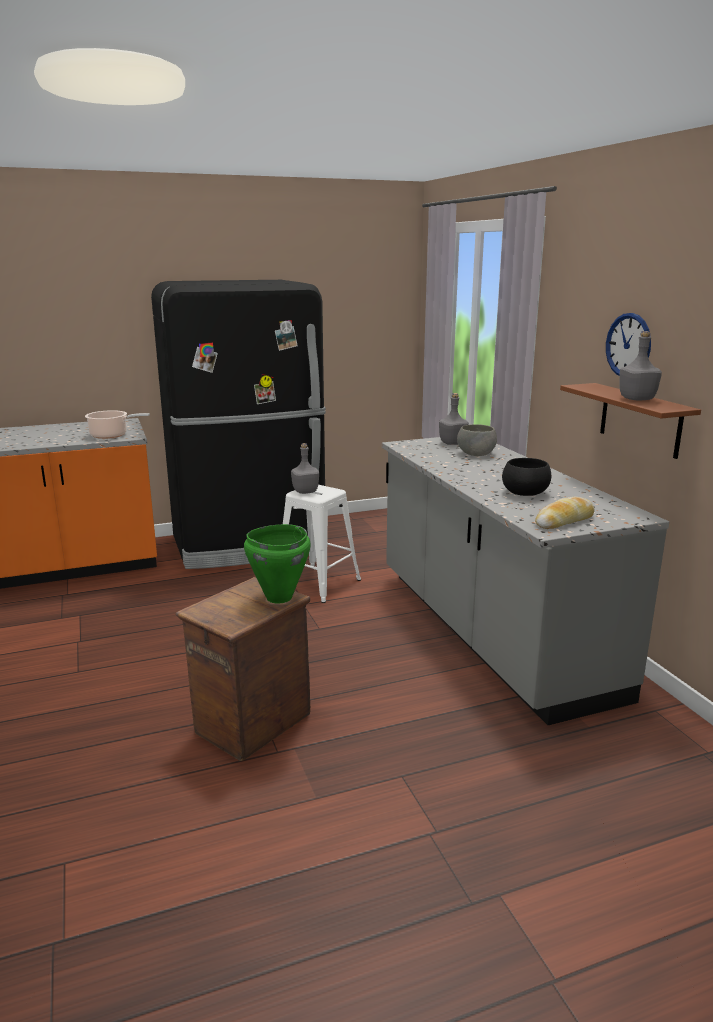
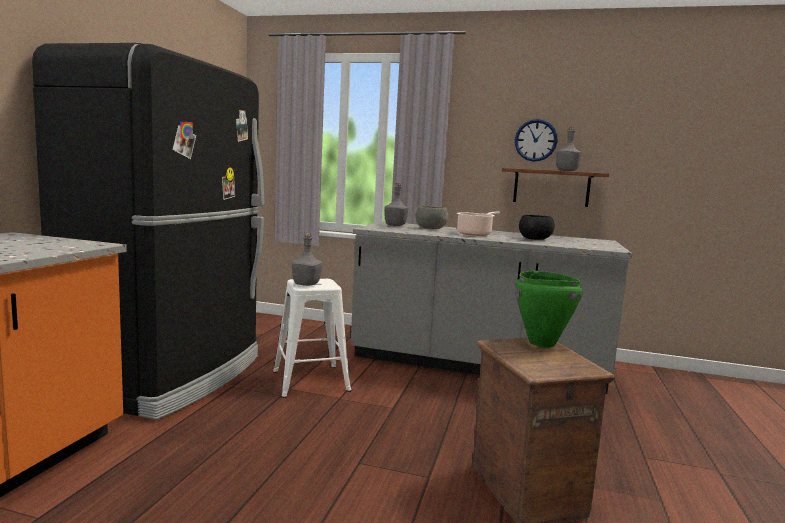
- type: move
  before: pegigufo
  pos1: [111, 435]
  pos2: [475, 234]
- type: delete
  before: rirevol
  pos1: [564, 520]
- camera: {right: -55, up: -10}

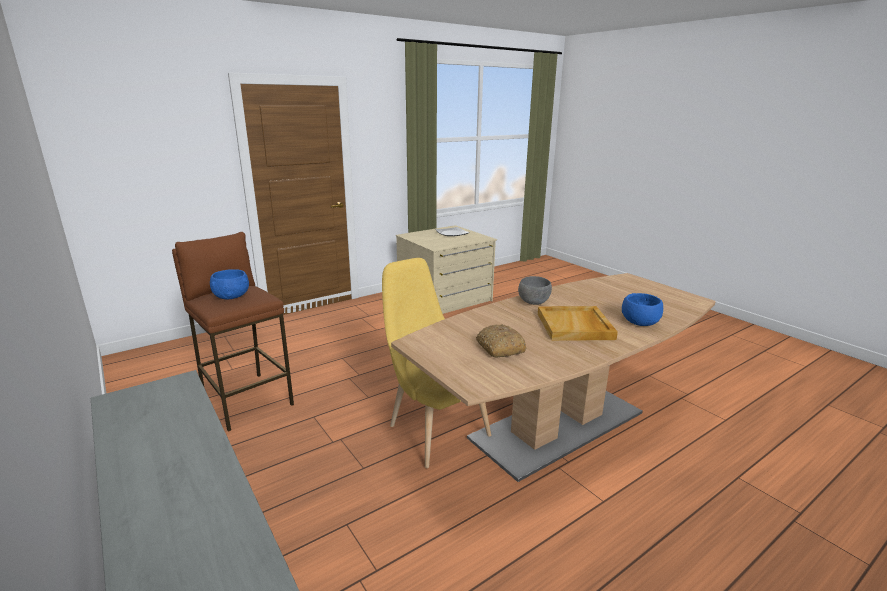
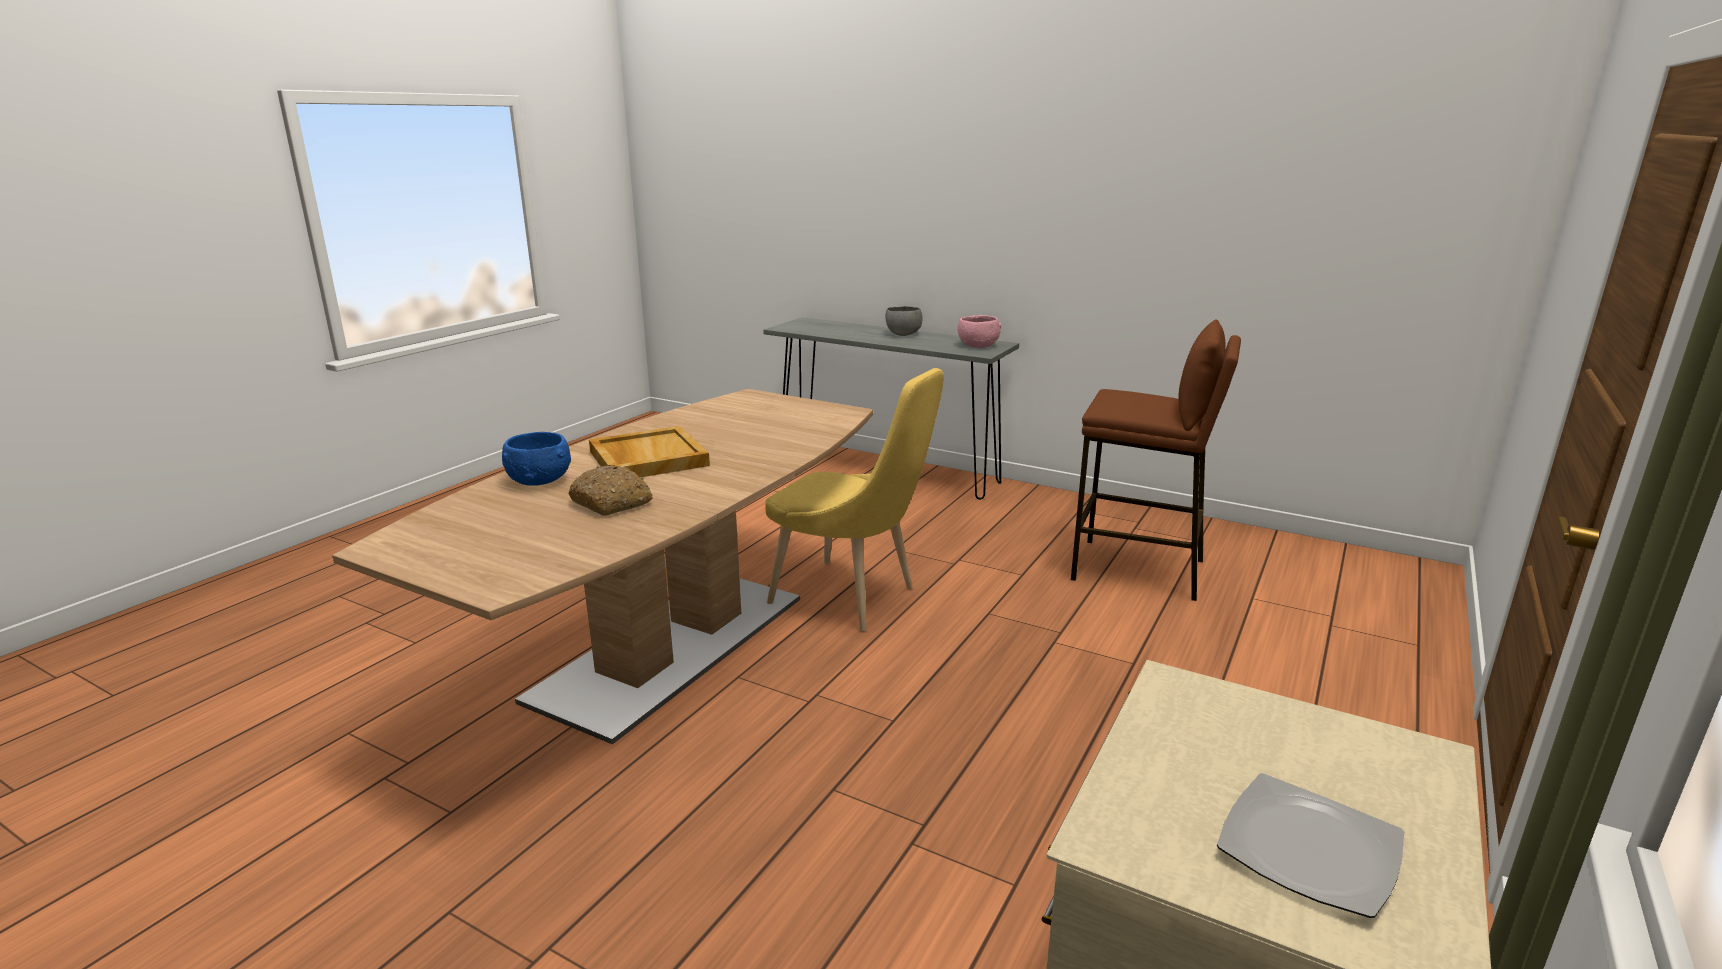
- type: delete
  before: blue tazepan
  pos1: [232, 296]
- type: move
  before: grey tazepan
  pos1: [534, 302]
  pos2: [902, 334]
- type: move
  before: rirevol
  pos1: [499, 348]
  pos2: [612, 502]
- type: insert
  after: pink tazepan
  pos2: [977, 346]
- camera: {right: 155, up: 0}

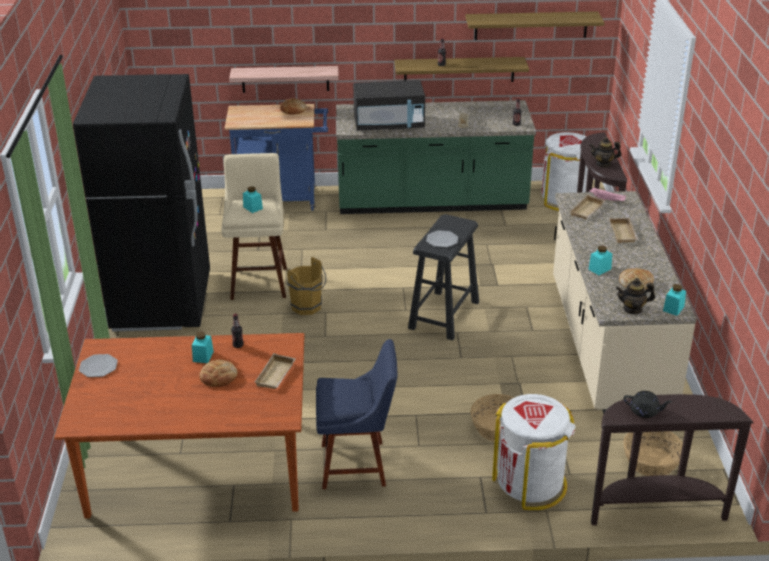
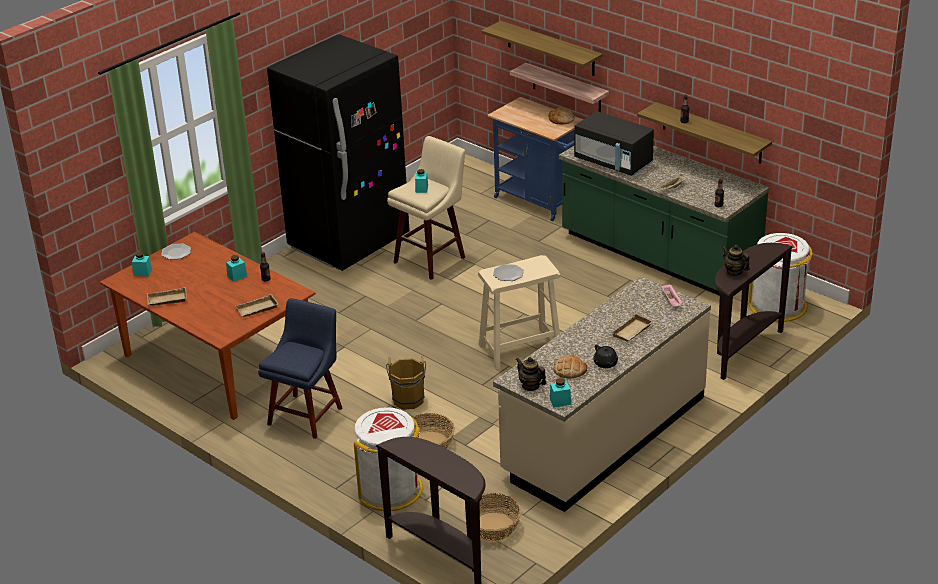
- type: move
  before: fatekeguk
  pos1: [531, 25]
  pos2: [550, 48]
- type: move
  before: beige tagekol
  pos1: [587, 211]
  pos2: [167, 300]
- type: recolor
  before: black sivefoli
  after: beige sivefoli
  pos1: [443, 315]
  pos2: [519, 349]
- type: move
  before: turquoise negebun
  pos1: [599, 269]
  pos2: [142, 272]
- type: move
  before: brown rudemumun
  pos1: [308, 307]
  pos2: [408, 402]
- type: rotate
  before: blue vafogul
  pos1: [357, 464]
  pos2: [307, 414]
  turn: -105
- type: delete
  before: rirevol
  pos1: [218, 376]
- type: move
  before: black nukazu
  pos1: [645, 411]
  pos2: [606, 364]
- camera: {right: 45, up: 0}

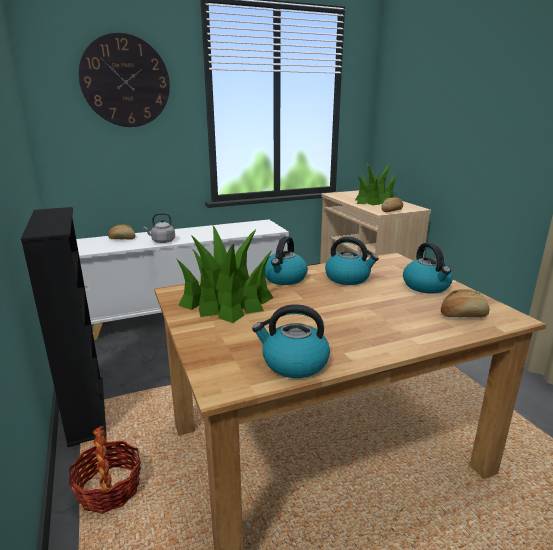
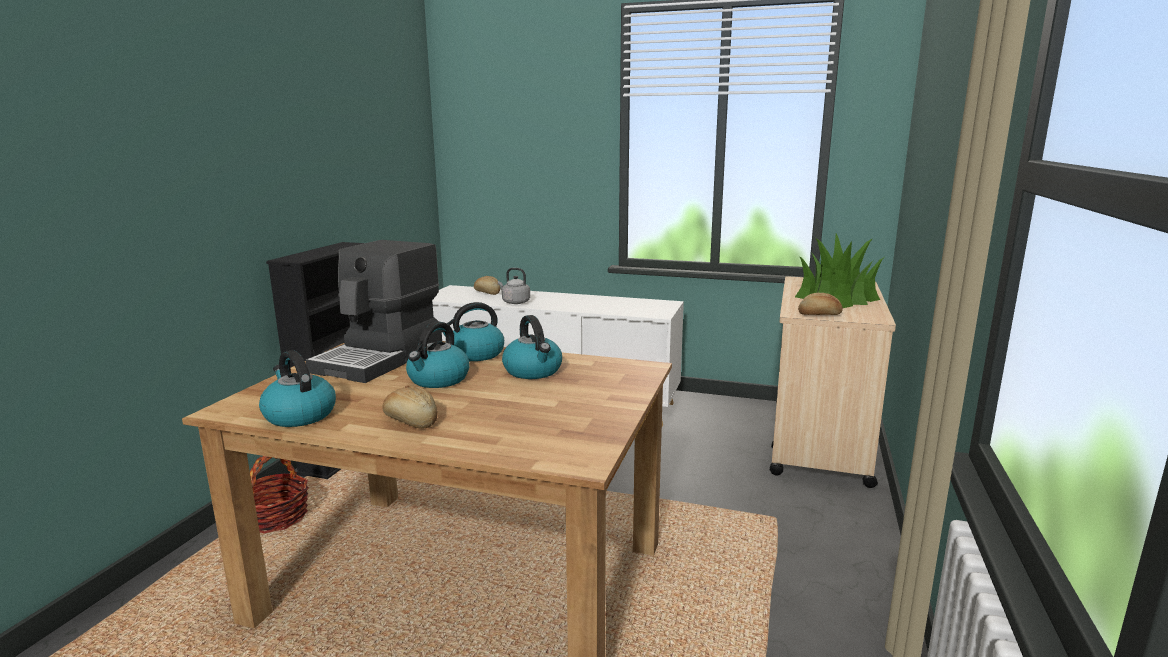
- type: delete
  before: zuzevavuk
  pos1: [125, 81]
- type: replace
  before: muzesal
  after: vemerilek
  pos1: [227, 301]
  pos2: [381, 358]
- type: move
  before: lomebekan
  pos1: [427, 286]
  pos2: [438, 380]
- type: move
  before: rirevol
  pos1: [462, 315]
  pos2: [411, 421]
- camera: {right: 40, up: -5}

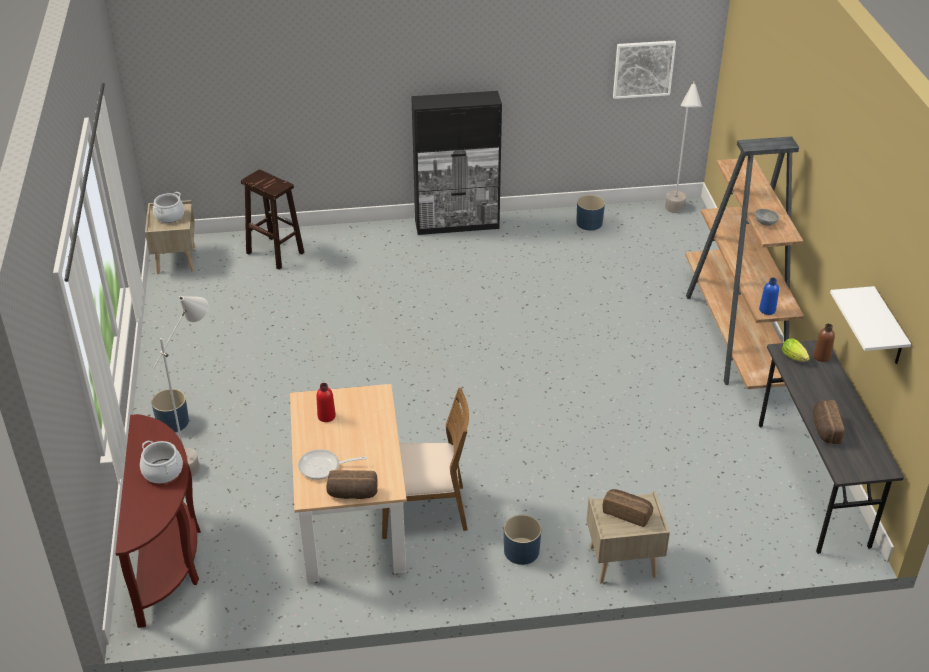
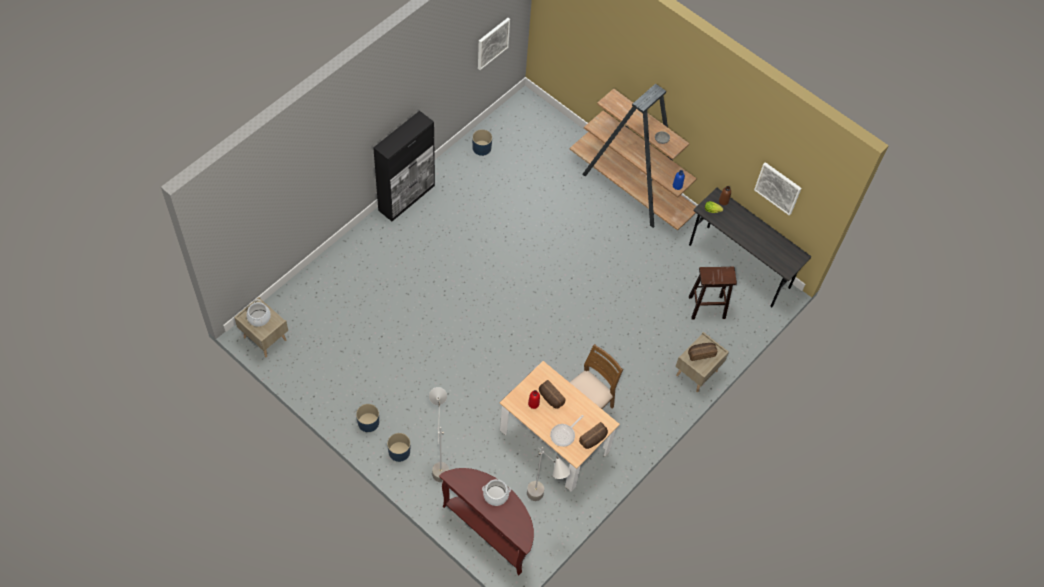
- type: move
  before: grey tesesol
  pos1: [675, 216]
  pos2: [543, 504]
- type: move
  before: brown sivefoli
  pos1: [274, 253]
  pos2: [706, 307]
- type: replace
  before: white fatekeguk
  after: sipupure
  pos1: [888, 328]
  pos2: [778, 188]
- type: move
  before: rirevol
  pos1: [824, 429]
  pos2: [550, 398]
- type: move
  before: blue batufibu
  pos1: [522, 551]
  pos2: [368, 422]
- camera: {right: -45, up: 20}

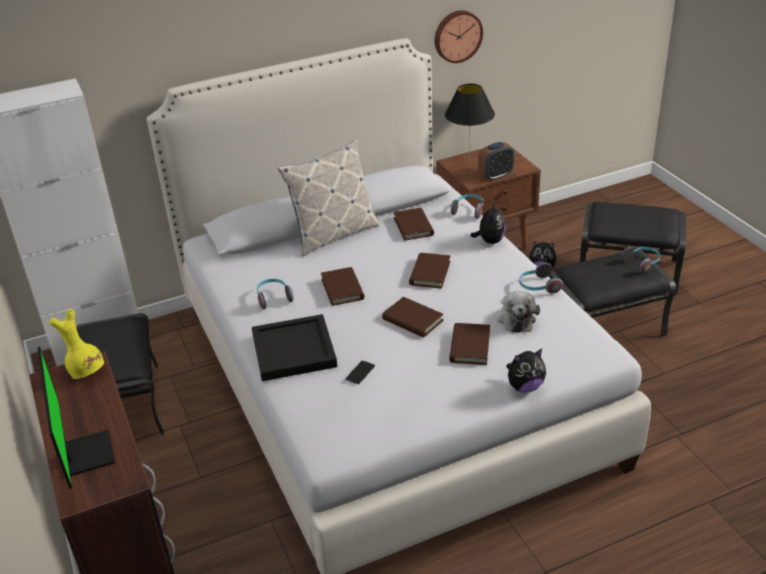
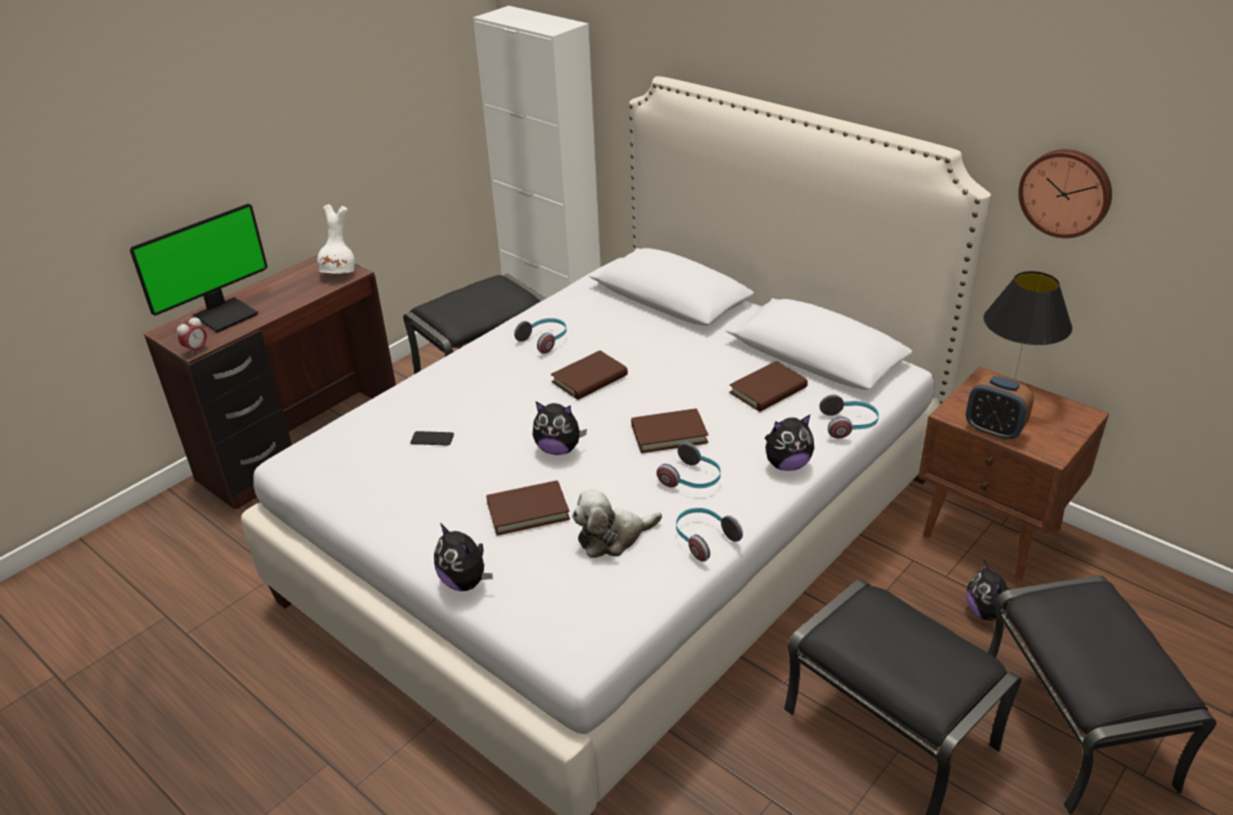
- type: delete
  before: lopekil
  pos1: [333, 234]
- type: move
  before: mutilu
  pos1: [642, 263]
  pos2: [692, 480]
- type: replace
  before: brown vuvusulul
  after: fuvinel
  pos1: [412, 320]
  pos2: [558, 449]
- type: recolor
  before: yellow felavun
  after: white felavun
  pos1: [87, 371]
  pos2: [340, 273]
- type: delete
  before: black tagekol
  pos1: [294, 350]
- type: insert
  after: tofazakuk
  pos2: [196, 349]
- camera: {right: 65, up: 0}

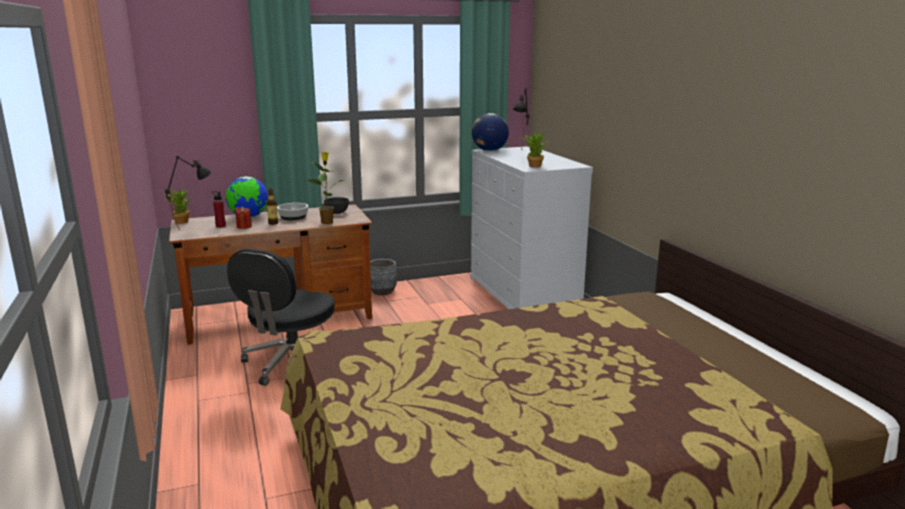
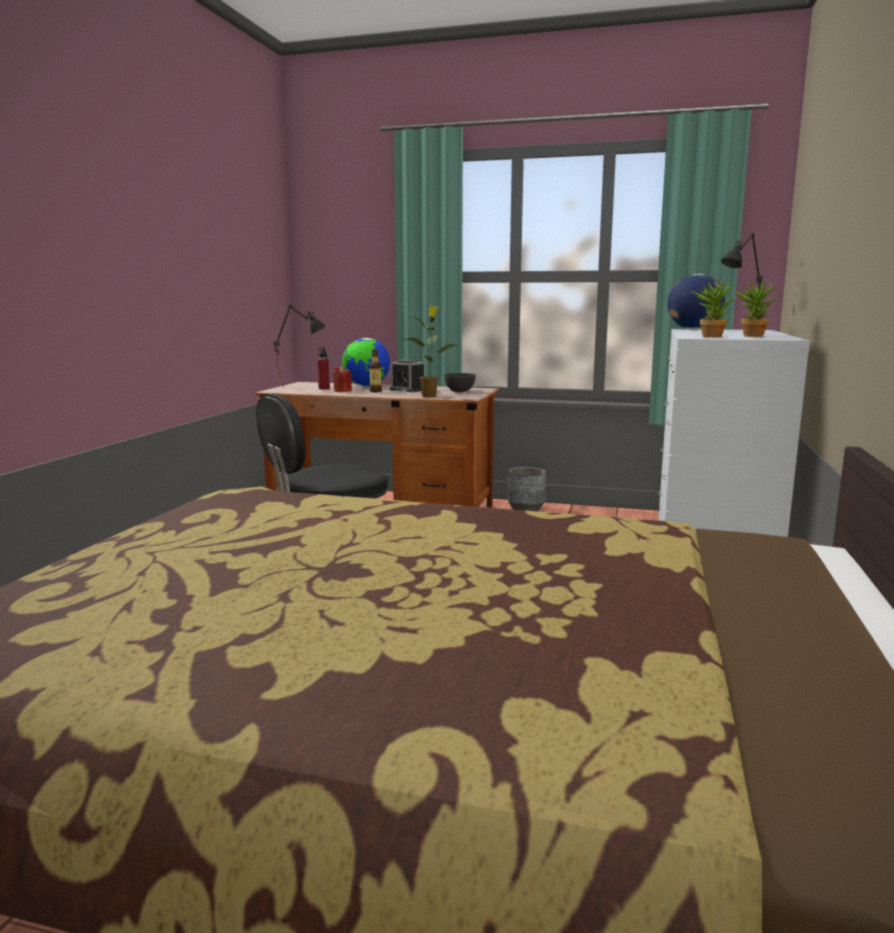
- type: move
  before: muzesal
  pos1: [181, 221]
  pos2: [751, 336]
- type: replace
  before: tazepan
  after: tofazakuk
  pos1: [293, 217]
  pos2: [407, 390]
- camera: {right: 35, up: -5}

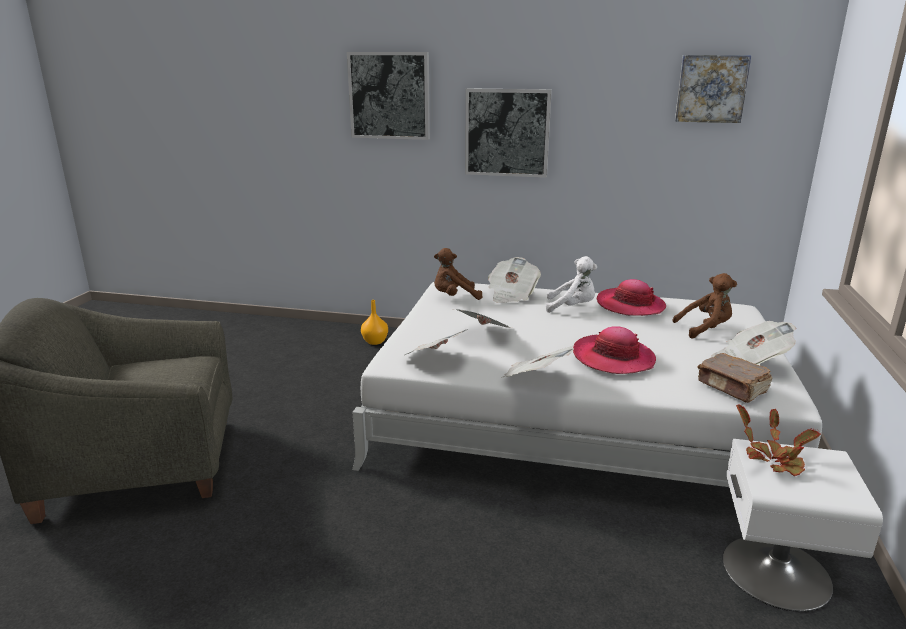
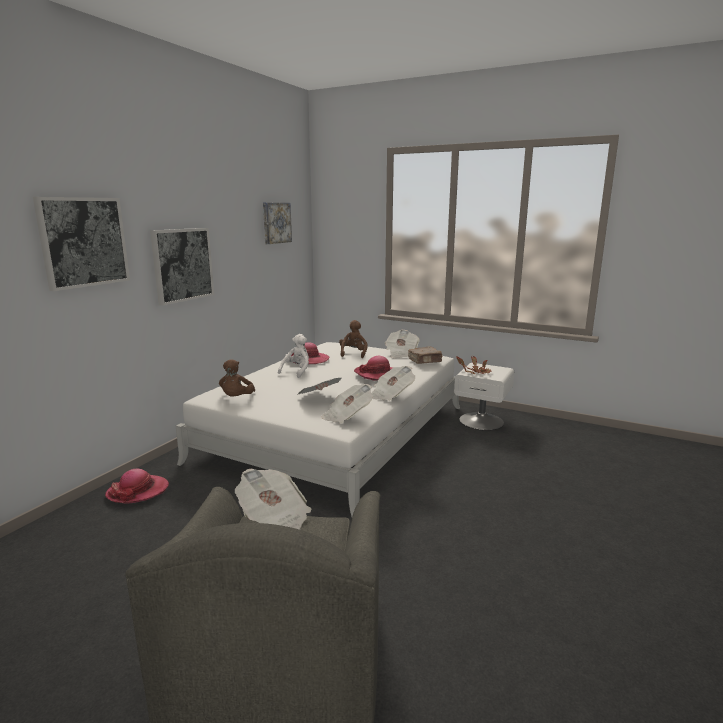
- type: move
  before: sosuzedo
  pos1: [511, 294]
  pos2: [275, 518]
- type: replace
  before: orange felavun
  after: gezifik
  pos1: [375, 342]
  pos2: [138, 491]
- camera: {right: -75, up: -5}

